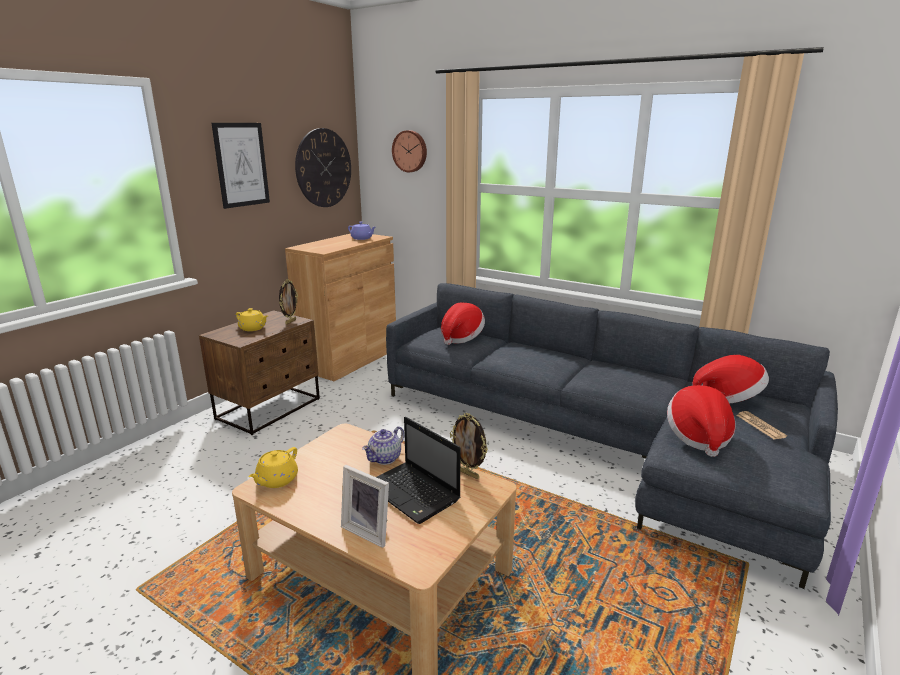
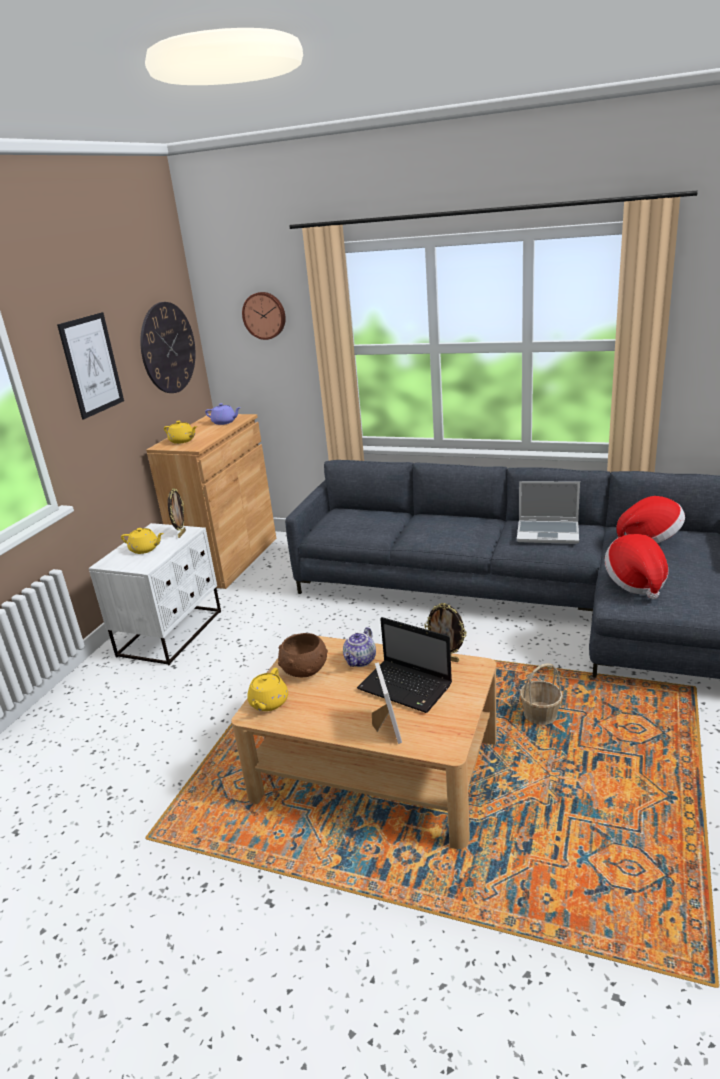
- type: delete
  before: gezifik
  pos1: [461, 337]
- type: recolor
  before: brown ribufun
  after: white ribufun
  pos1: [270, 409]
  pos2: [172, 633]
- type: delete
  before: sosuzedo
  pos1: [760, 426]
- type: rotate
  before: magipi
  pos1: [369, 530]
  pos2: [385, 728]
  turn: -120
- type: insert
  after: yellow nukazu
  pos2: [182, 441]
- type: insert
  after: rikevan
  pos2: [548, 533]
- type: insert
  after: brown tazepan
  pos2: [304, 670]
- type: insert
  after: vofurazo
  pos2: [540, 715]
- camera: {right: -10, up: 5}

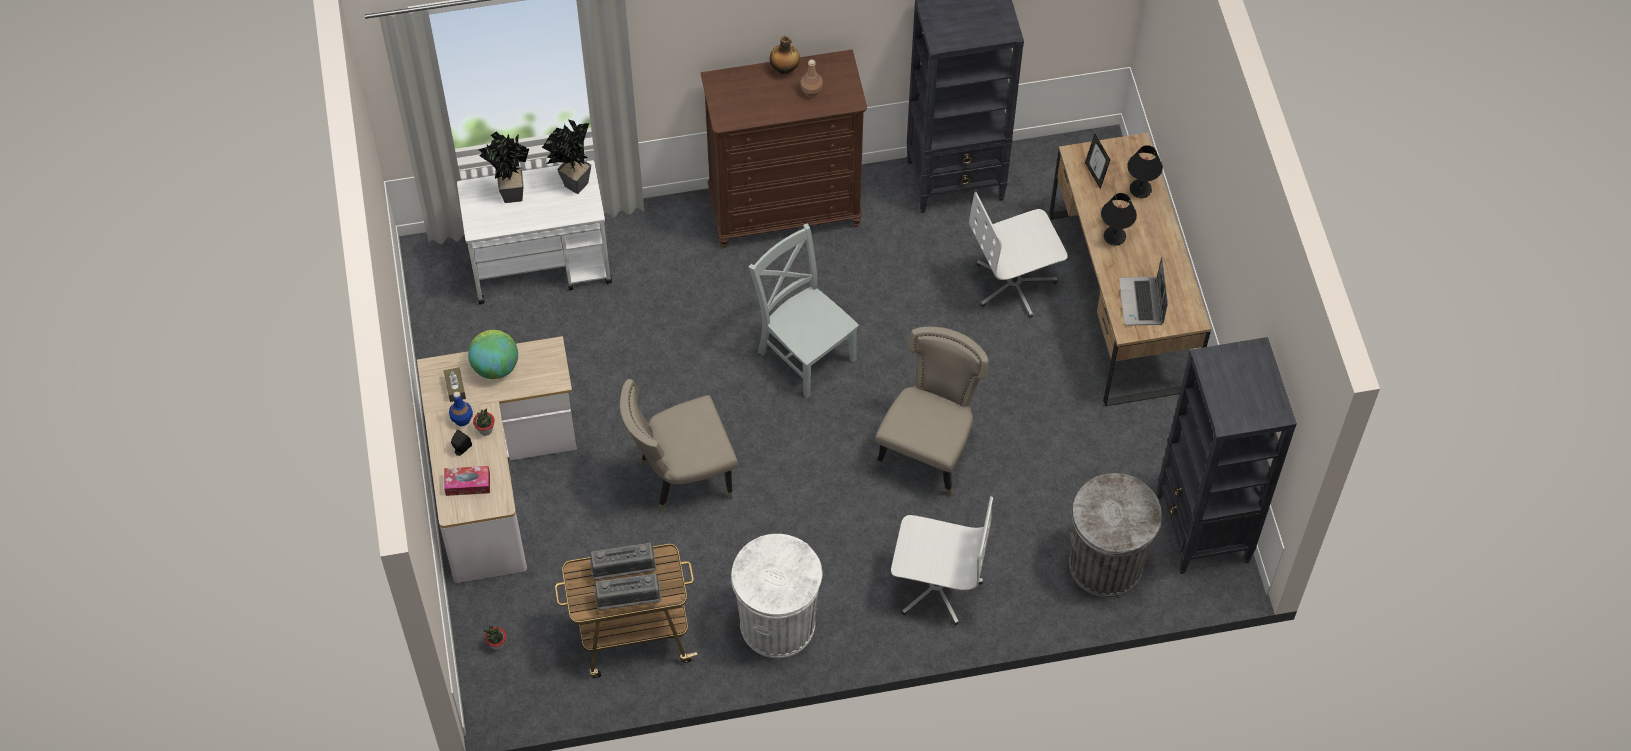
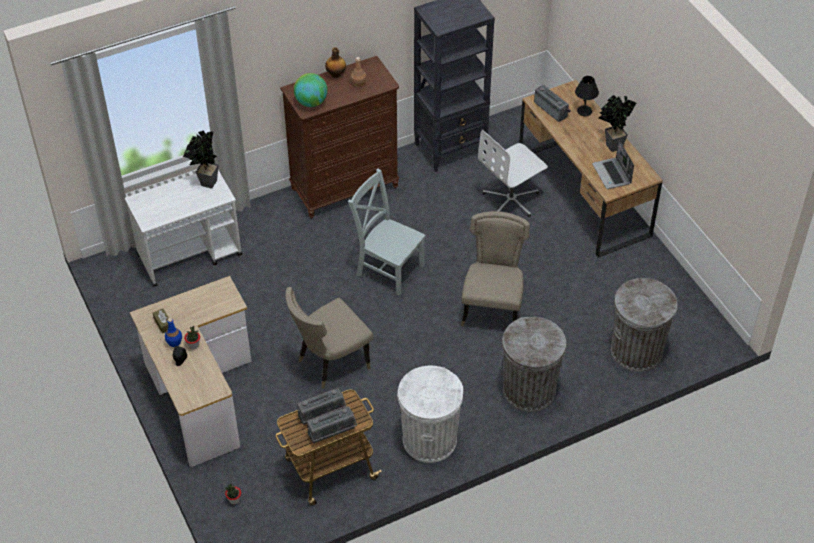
- type: move
  before: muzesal
  pos1: [508, 193]
  pos2: [611, 146]
- type: replace
  before: magipi
  after: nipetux
  pos1: [1095, 175]
  pos2: [552, 109]
- type: delete
  before: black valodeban
  pos1: [1114, 237]
- type: move
  before: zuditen
  pos1: [495, 367]
  pos2: [311, 102]
- type: delete
  before: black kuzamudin
  pos1: [1202, 529]
- type: delete
  before: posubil
  pos1: [467, 484]
- type: replace
  before: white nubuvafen
  after: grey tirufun
  pos1: [936, 586]
  pos2: [529, 390]
- camera: {right: -15, up: -10}

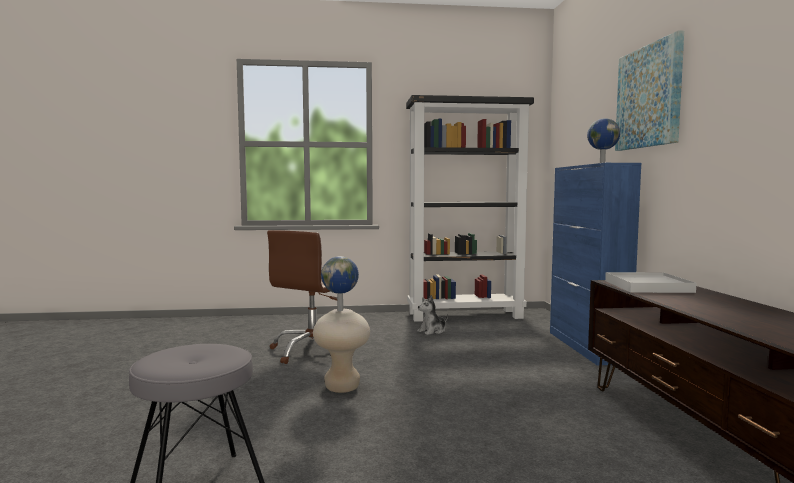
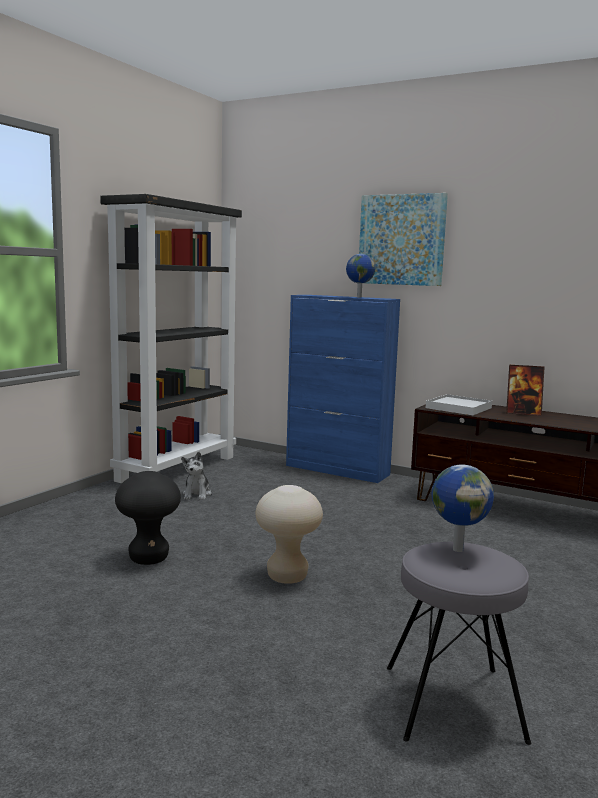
- type: replace
  before: brown nubuvafen
  after: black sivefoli
  pos1: [313, 351]
  pos2: [149, 558]
- type: move
  before: zuditen
  pos1: [341, 310]
  pos2: [457, 549]
- type: insert
  after: magipi
  pos2: [523, 413]
- camera: {right: -55, up: 5}

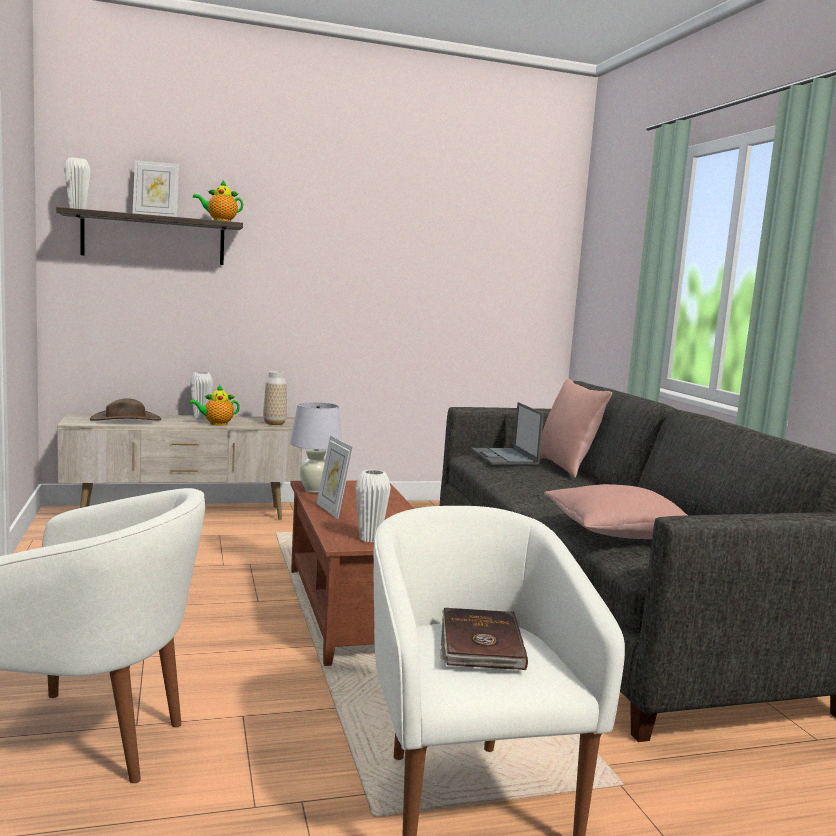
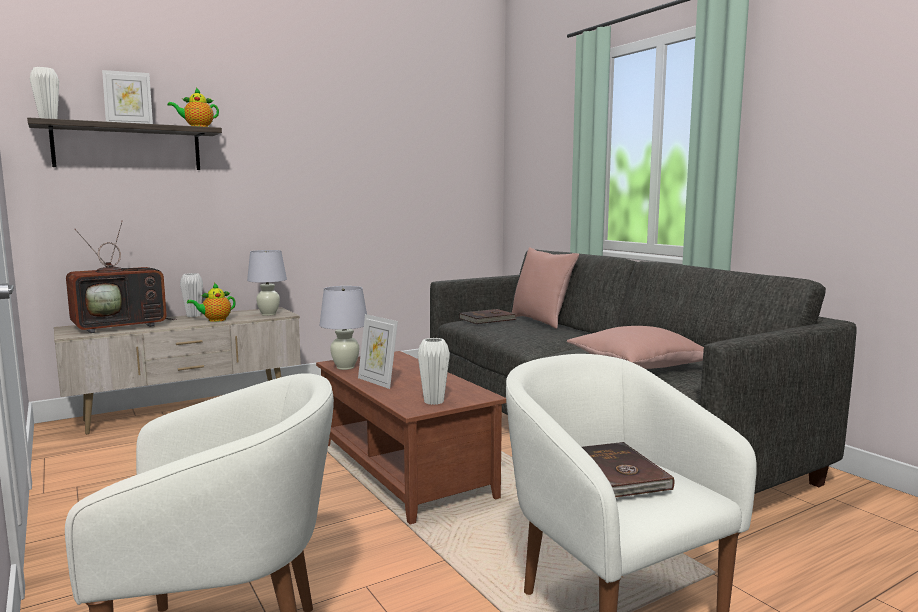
- type: replace
  before: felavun
  after: white valodeban
  pos1: [274, 423]
  pos2: [269, 314]
- type: replace
  before: brown gezifik
  after: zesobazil
  pos1: [126, 419]
  pos2: [122, 326]
- type: replace
  before: rikevan
  after: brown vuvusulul
  pos1: [504, 457]
  pos2: [488, 319]
- camera: {right: -15, up: 0}

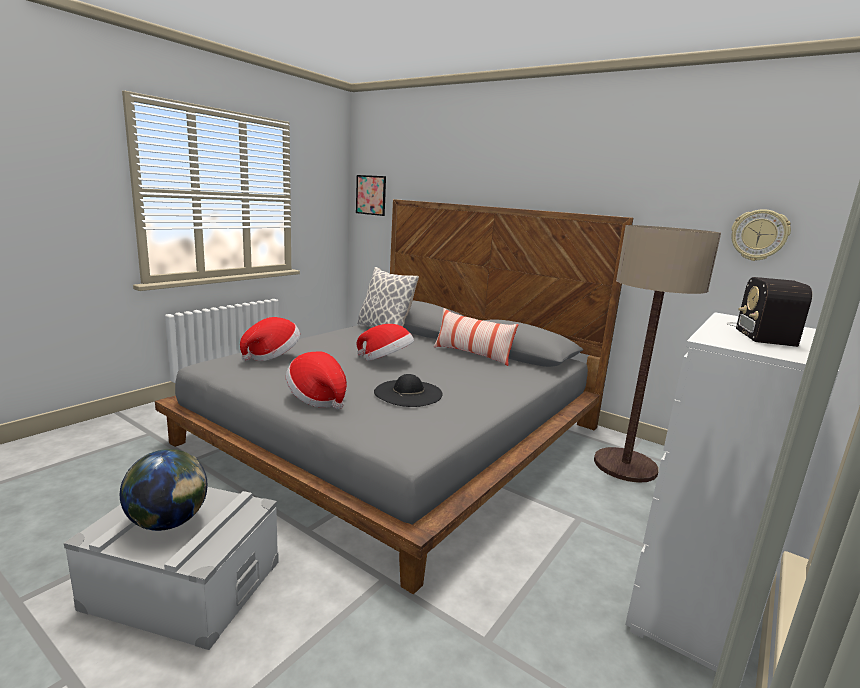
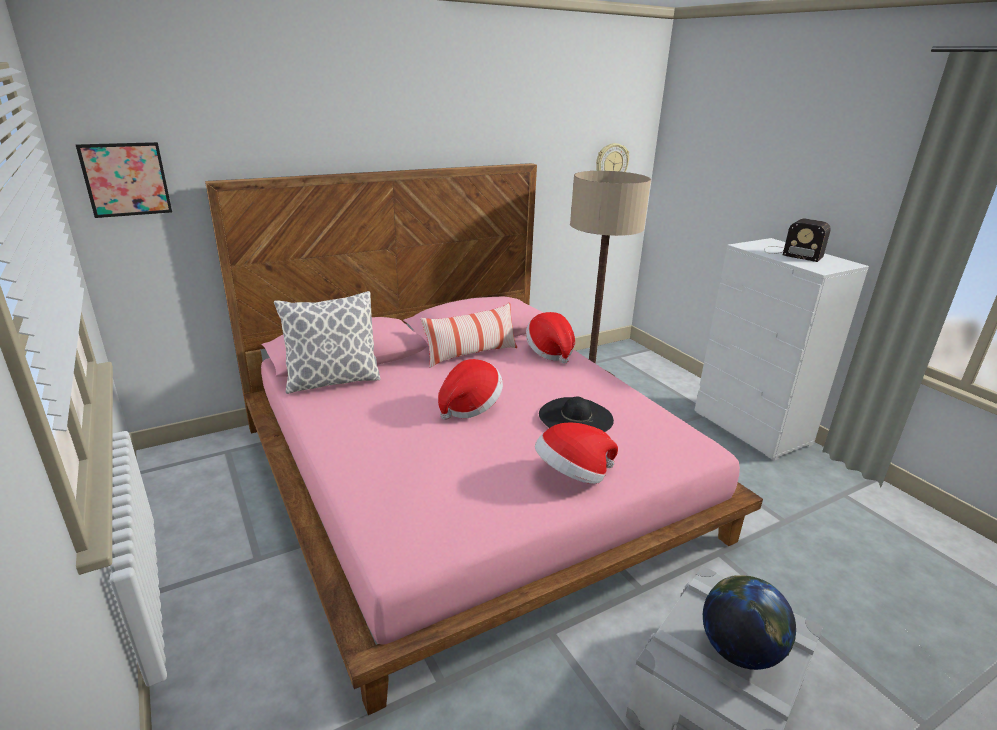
- type: recolor
  before: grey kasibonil
  after: pink kasibonil
  pos1: [398, 434]
  pos2: [470, 479]
- type: move
  before: gezifik
  pos1: [272, 356]
  pos2: [550, 352]
- camera: {right: -65, up: 10}

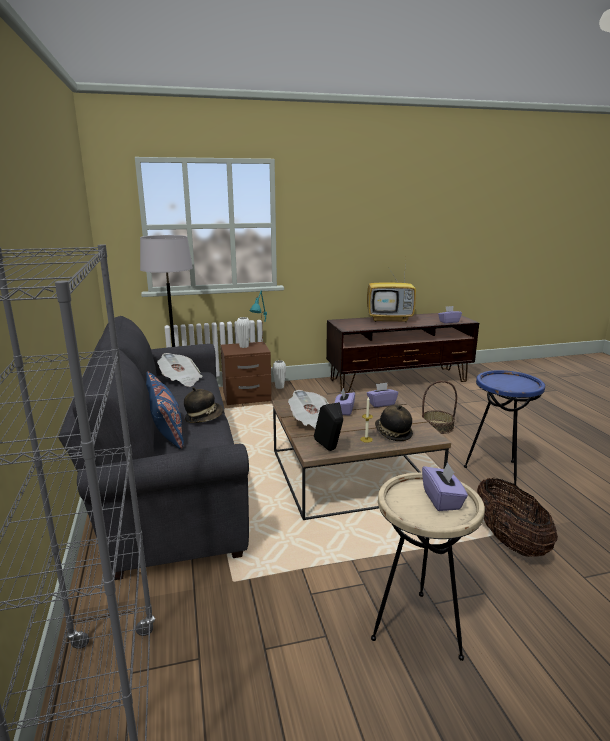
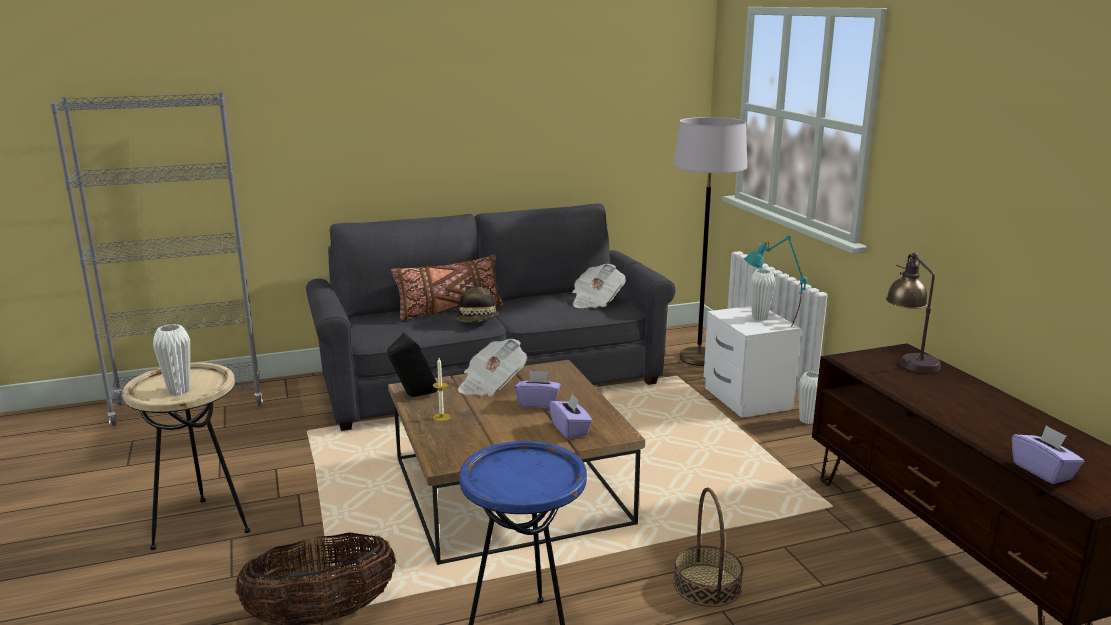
- type: delete
  before: zesobazil
  pos1: [390, 319]
- type: recolor
  before: brown ribufun
  after: white ribufun
  pos1: [247, 397]
  pos2: [745, 399]
- type: recolor
  before: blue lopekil
  after: brown lopekil
  pos1: [166, 430]
  pos2: [449, 311]
- type: delete
  before: gezifik
  pos1: [392, 434]
- type: replace
  before: purple posubil
  after: white felavun
  pos1: [442, 500]
  pos2: [179, 391]
- type: insert
  after: valodeban
  pos2: [909, 359]
- camera: {right: 85, up: 0}

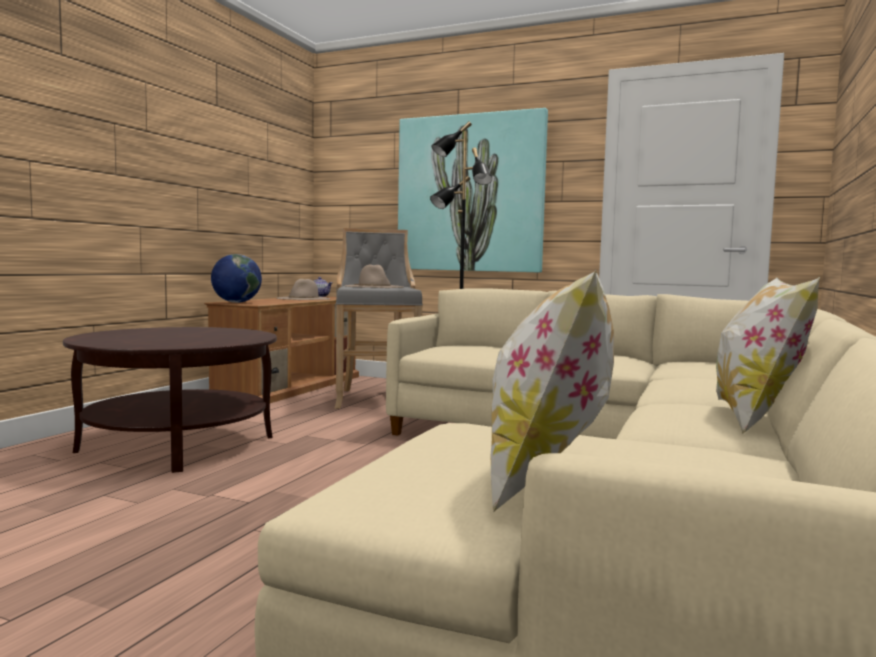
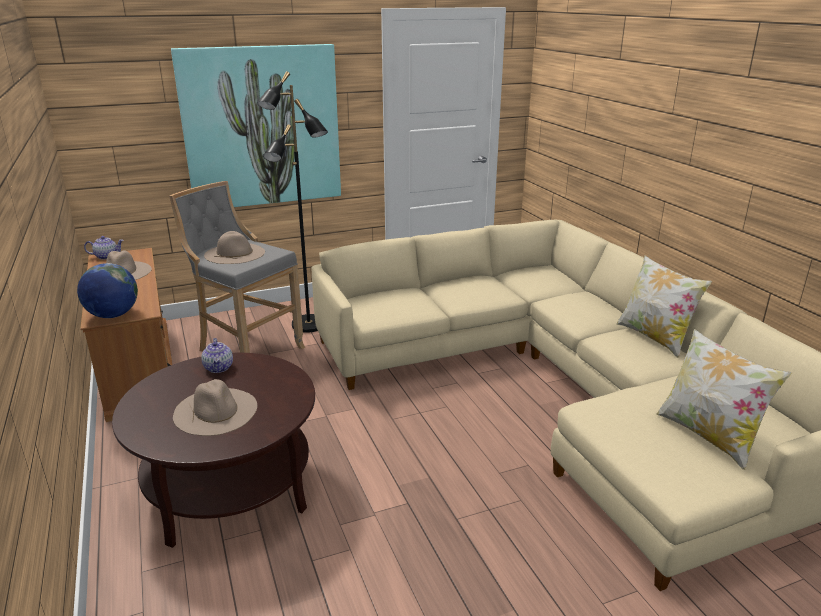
- type: insert
  after: nukazu
  pos2: [219, 368]
- type: insert
  after: beige gezifik
  pos2: [215, 411]
- camera: {right: -45, up: 20}

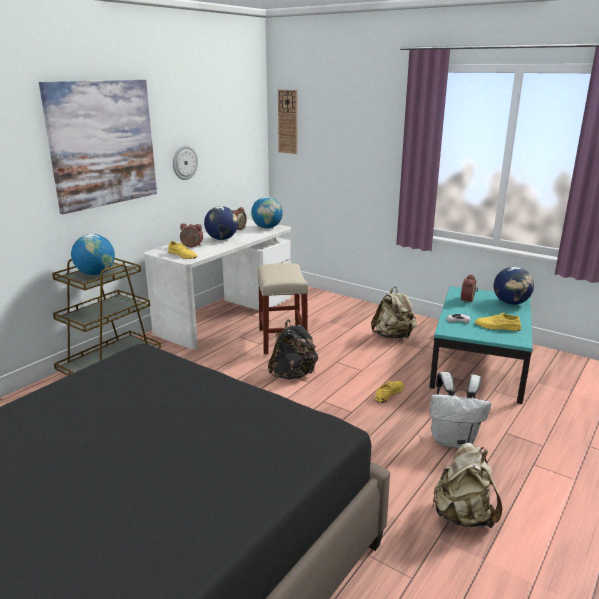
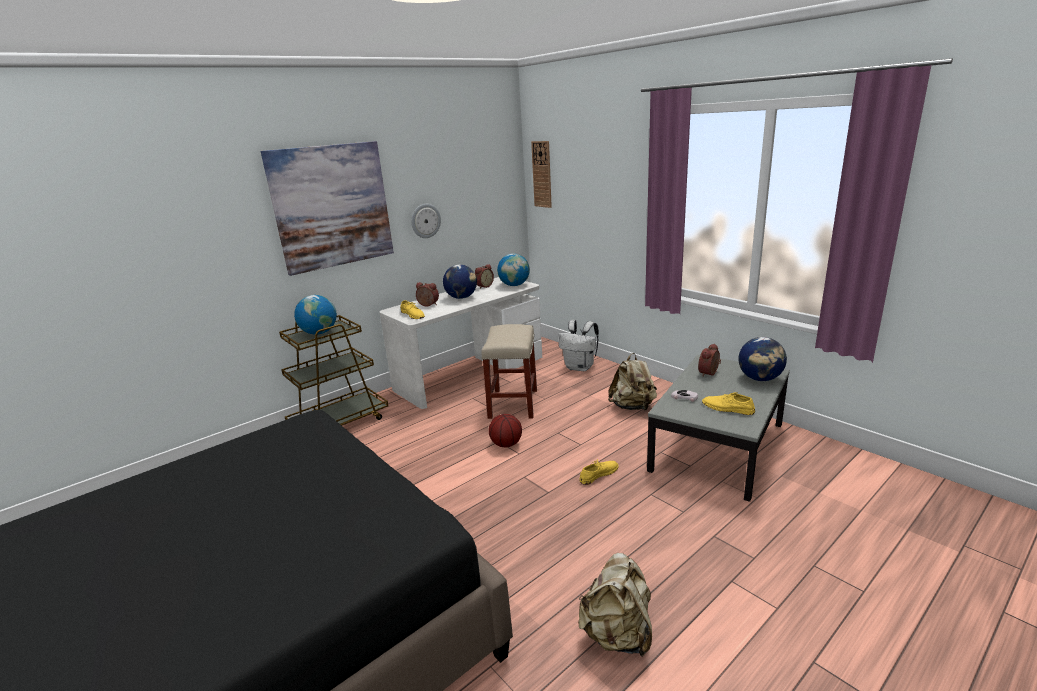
- type: recolor
  before: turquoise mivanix
  after: grey mivanix
  pos1: [479, 364]
  pos2: [718, 447]
- type: replace
  before: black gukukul
  after: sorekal
  pos1: [293, 375]
  pos2: [506, 444]
- type: move
  before: white gukukul
  pos1: [453, 440]
  pos2: [580, 367]
- camera: {right: 15, up: 0}

